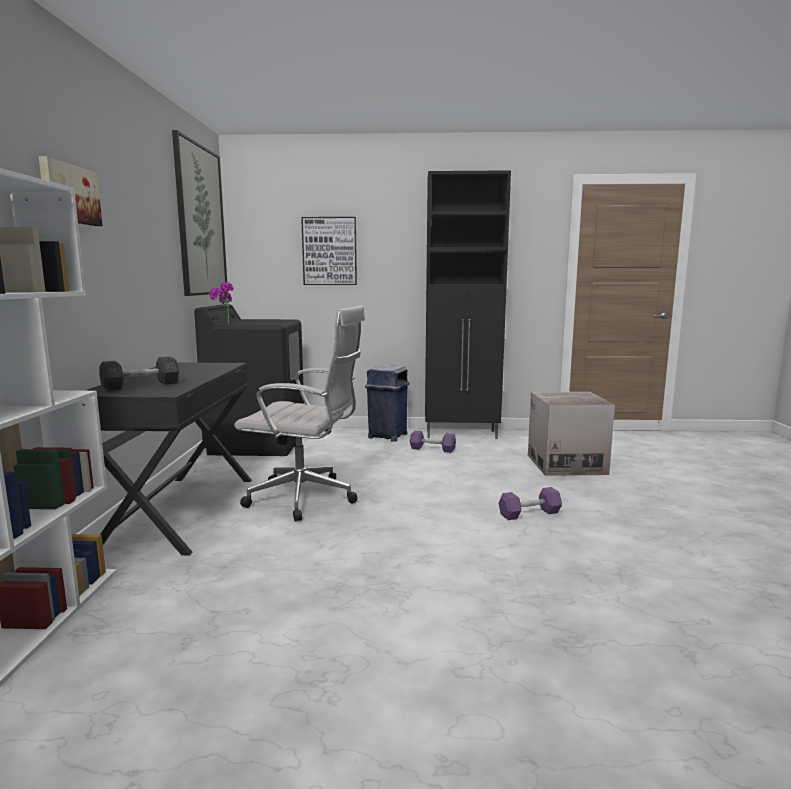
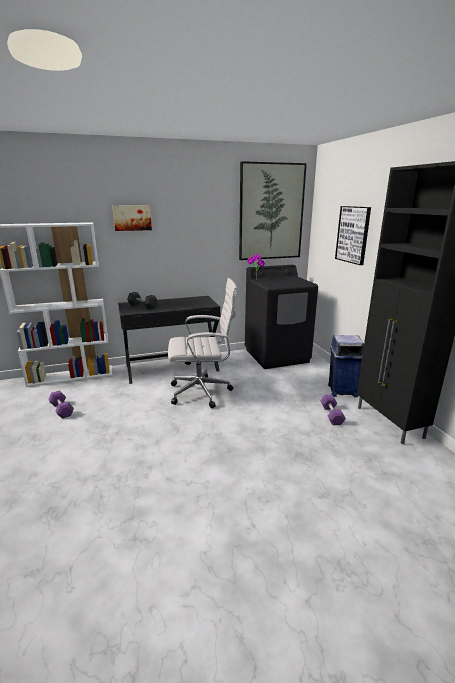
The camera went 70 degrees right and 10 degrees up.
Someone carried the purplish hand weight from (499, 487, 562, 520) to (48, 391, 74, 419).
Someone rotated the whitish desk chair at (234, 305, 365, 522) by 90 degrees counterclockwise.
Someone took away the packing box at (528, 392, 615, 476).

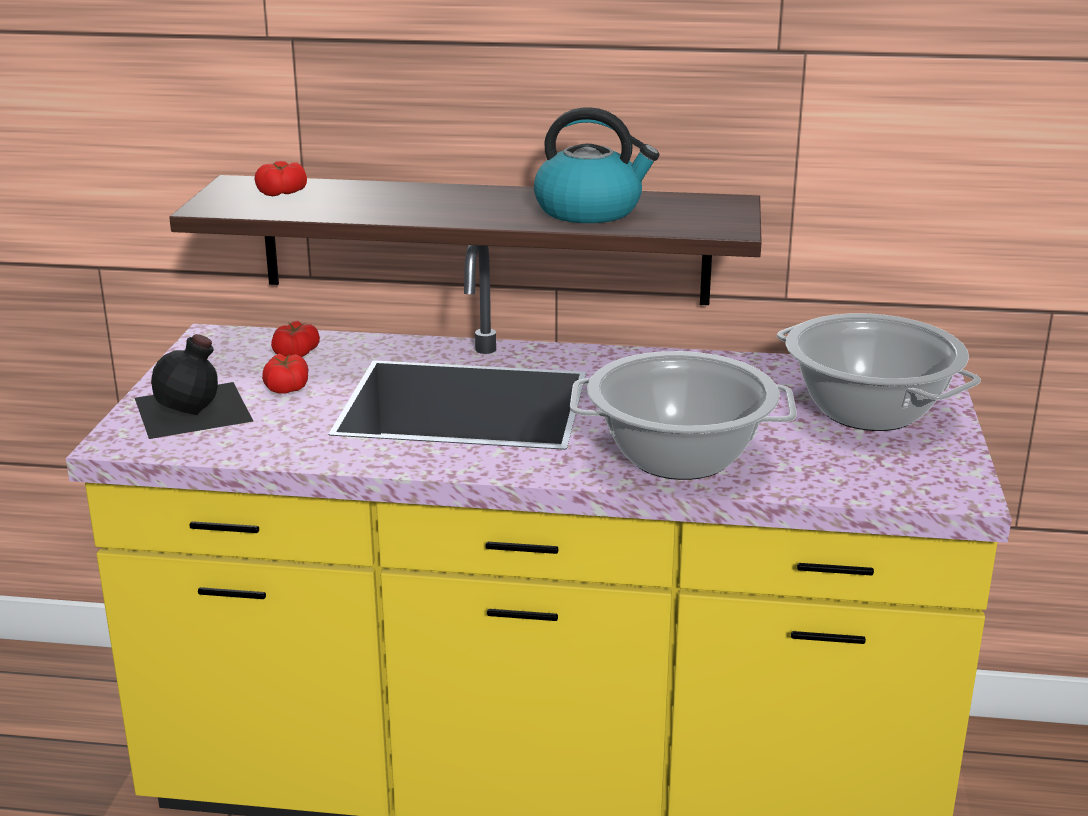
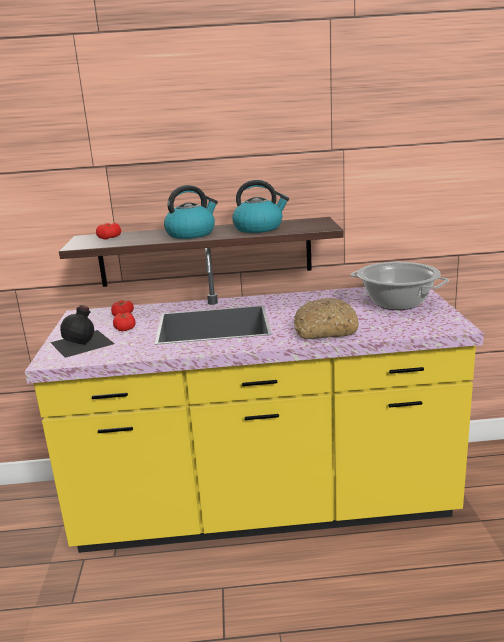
The camera went 10 degrees left and 5 degrees down.
Someone put down the kettle at (164, 185, 218, 239).
Someone swapped the saucepot at (570, 351, 797, 480) for the bread at (294, 298, 359, 339).

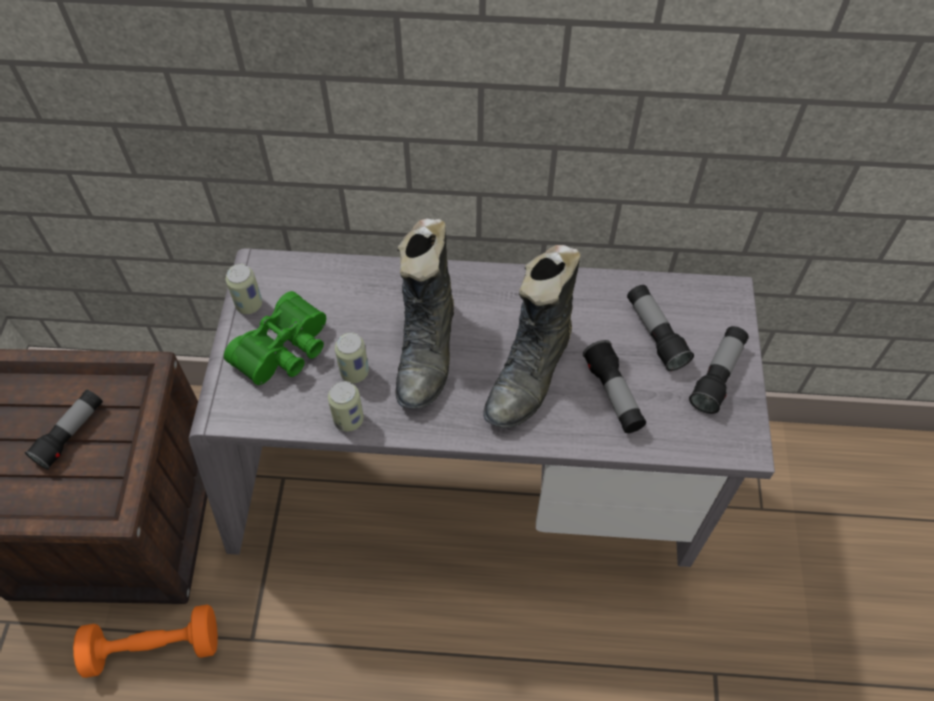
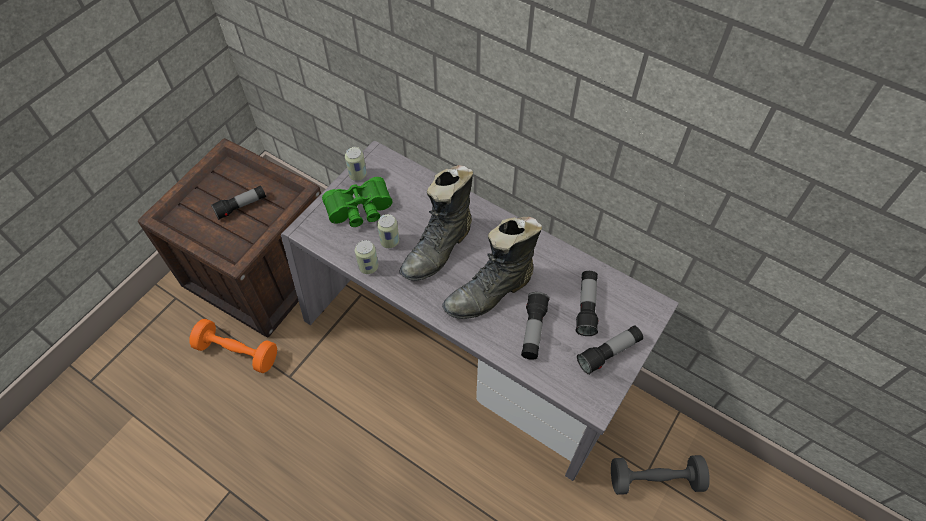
The camera went 30 degrees right and 0 degrees up.
Someone put down the greyish hand weight at (611, 455, 710, 495).

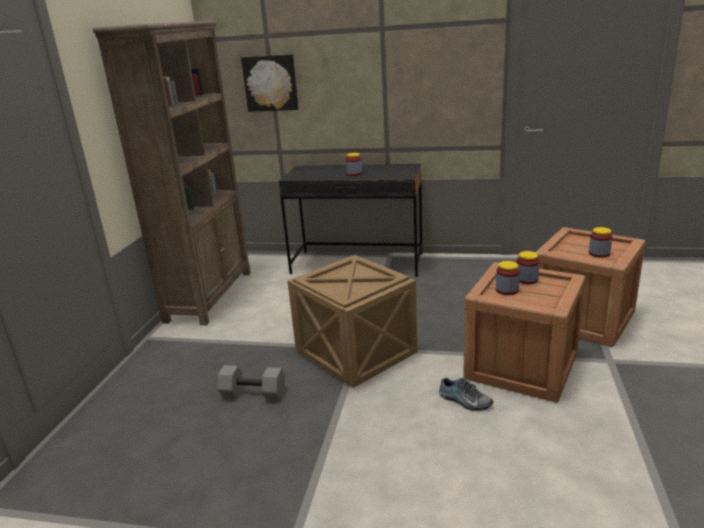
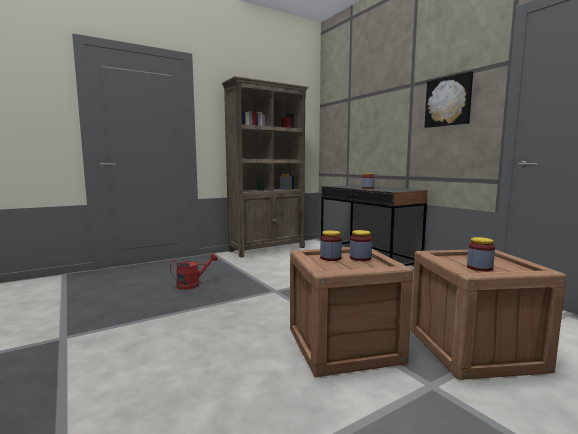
The camera went 45 degrees right and 15 degrees down.
Someone swapped the greyish hand weight at (217, 365, 285, 400) for the reddish watering pot at (170, 253, 218, 290).
Someone carried the wall art from (241, 54, 299, 112) to (425, 71, 473, 128).
Someone took away the crate at (287, 255, 417, 388).
Someone took away the low shoe at (439, 377, 493, 411).

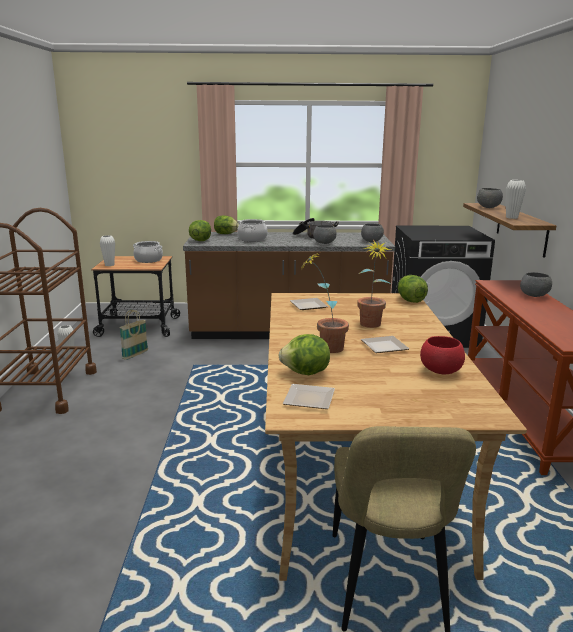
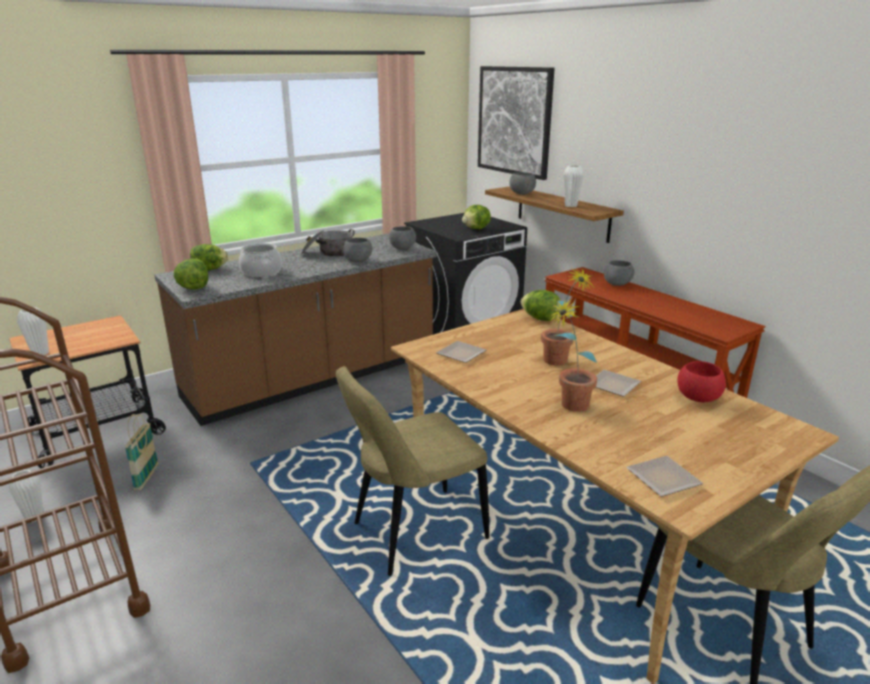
The camera went 35 degrees left and 5 degrees up.
Someone put down the beige upright chair at (336, 366, 489, 576).
Someone carried the lettuce head from (278, 334, 330, 375) to (462, 205, 491, 229).
Someone put up the wall art at (478, 66, 555, 180).
Someone took away the saucepot at (133, 241, 163, 263).

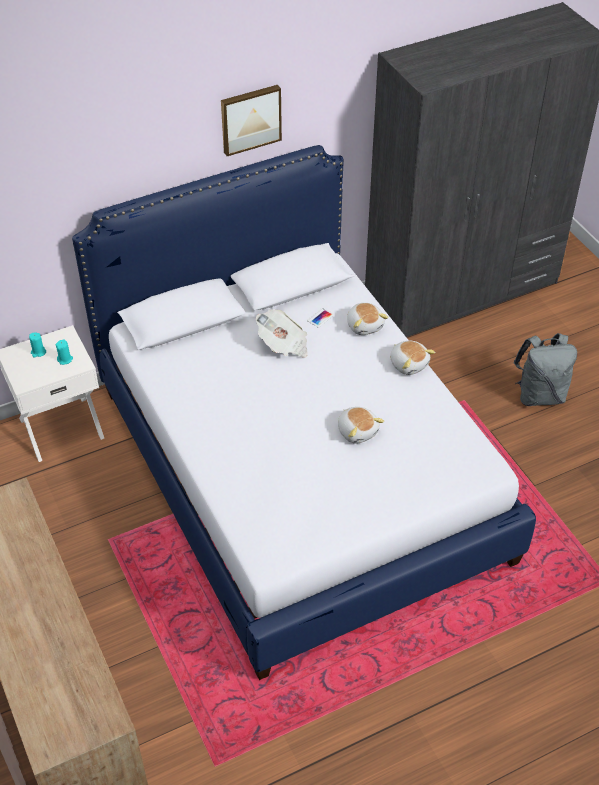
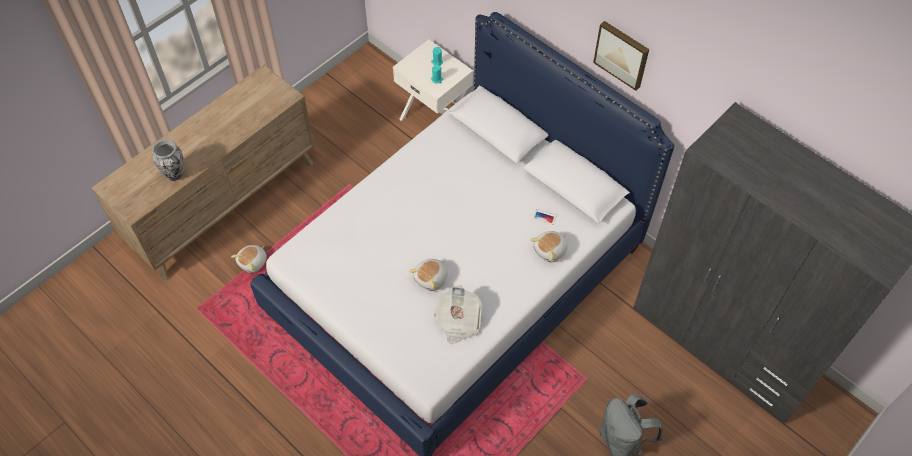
The camera went 70 degrees right and 10 degrees up.
Someone put down the vase at (152, 139, 184, 181).
Someone carried the soft toy from (390, 341, 435, 375) to (231, 245, 267, 273).
Someone carried the daily paper from (256, 309, 307, 357) to (434, 285, 482, 344).

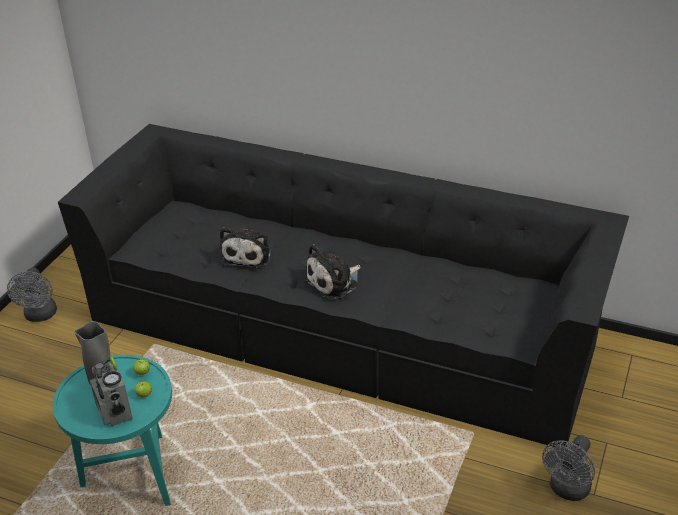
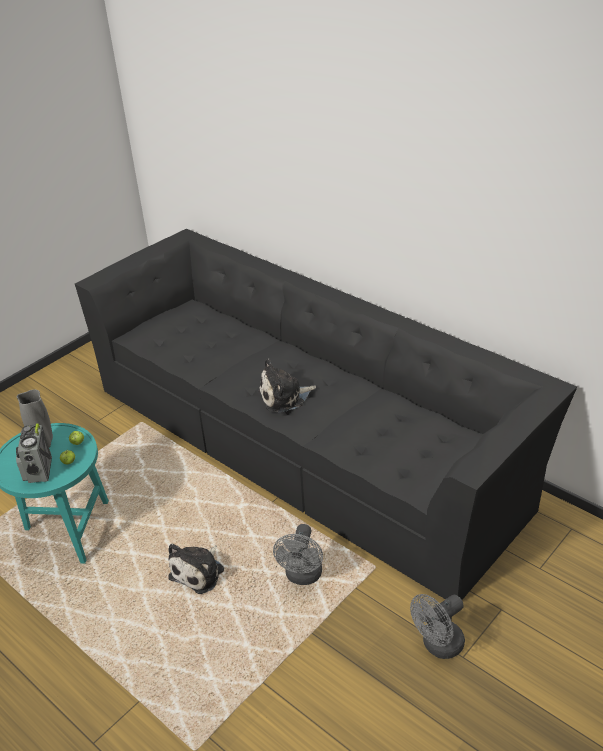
The camera went 20 degrees right and 0 degrees up.
Someone carried the soft toy from (220, 227, 271, 269) to (169, 543, 224, 594).
Someone carried the greyish fan from (7, 268, 57, 322) to (273, 524, 323, 585).

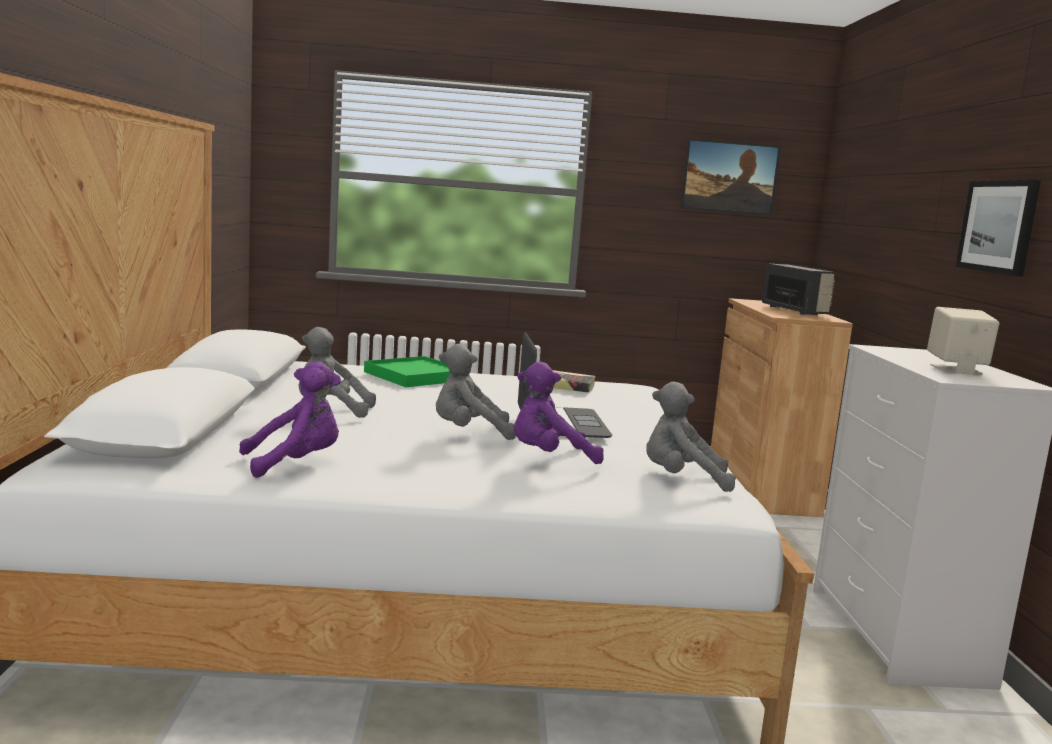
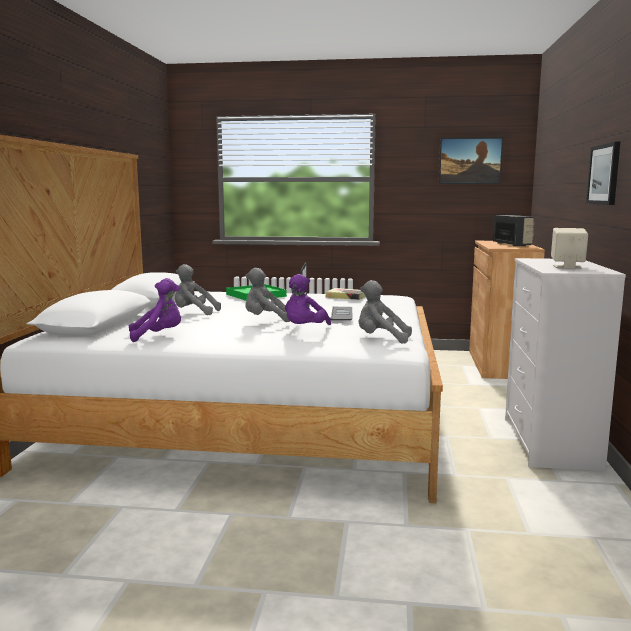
The camera went 10 degrees right and 0 degrees up.
Someone rotated the purplish soft toy at (514, 361, 604, 464) by 60 degrees counterclockwise.

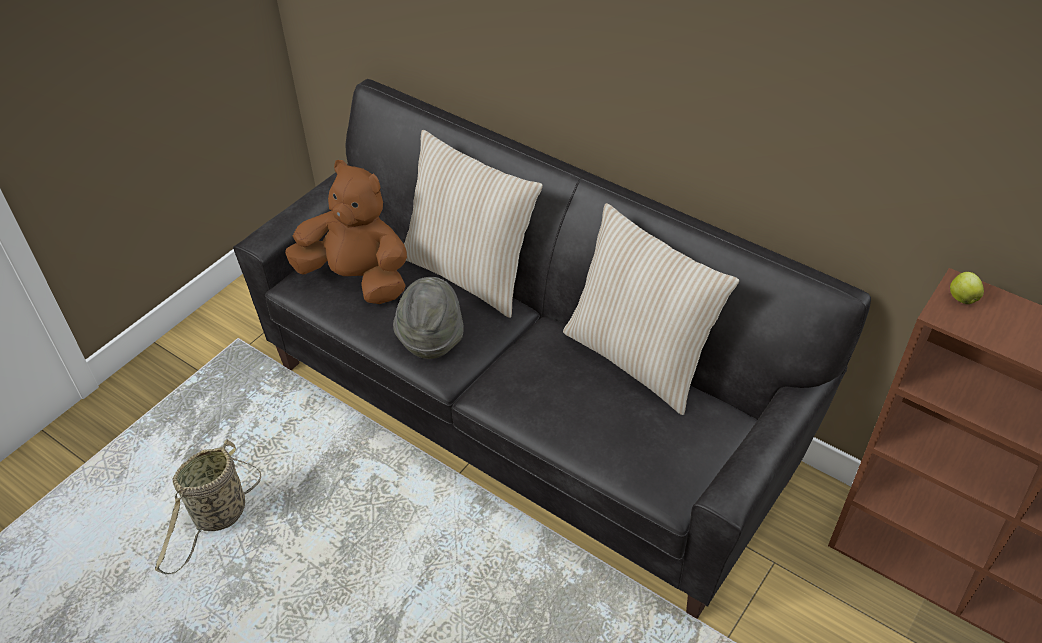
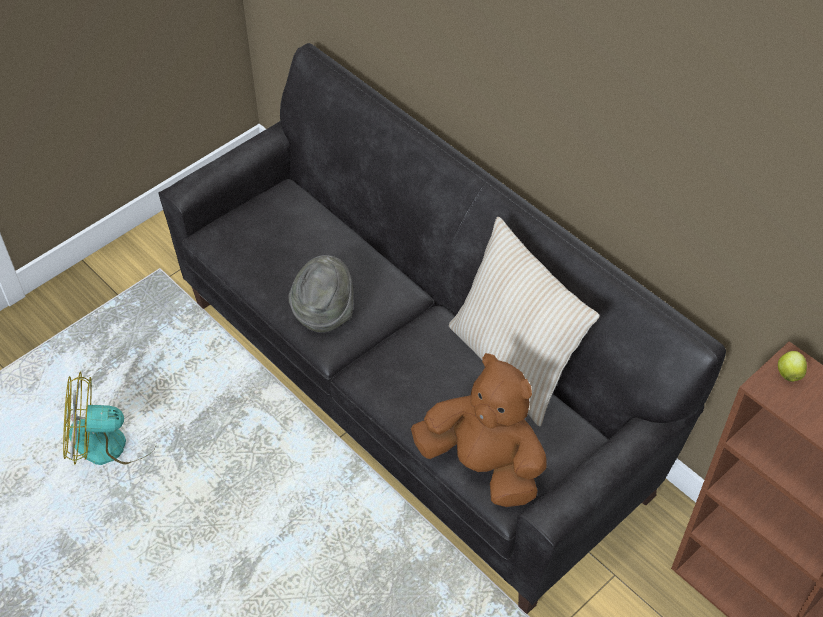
The camera went 10 degrees right and 5 degrees up.
Someone swapped the household basket at (155, 439, 261, 574) for the fan at (63, 372, 156, 465).
Someone carried the brown soft toy from (285, 160, 407, 304) to (411, 353, 546, 507).
Someone took away the beige cushion at (404, 130, 543, 318).

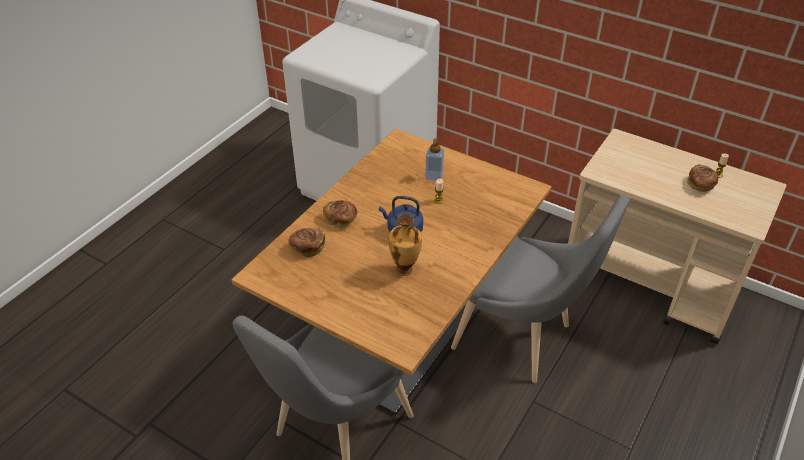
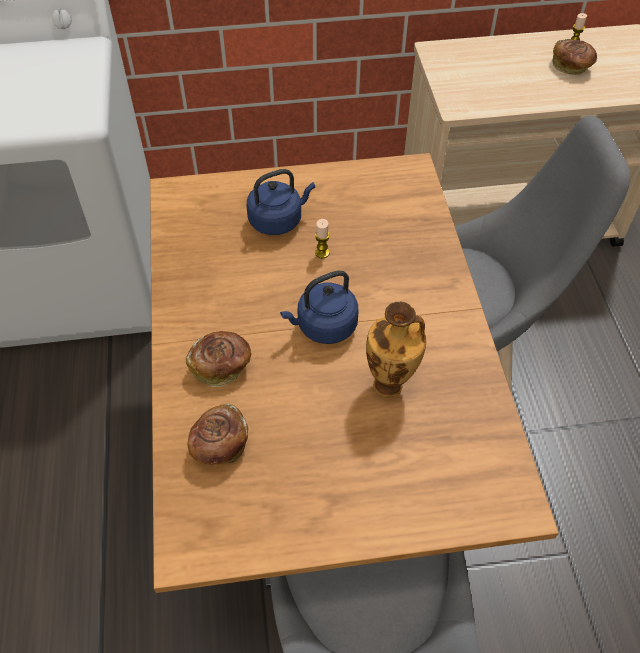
The camera went 40 degrees left and 10 degrees up.
Someone swapped the liquid soap bottle at (425, 139, 444, 181) for the bluish kettle at (247, 169, 315, 235).

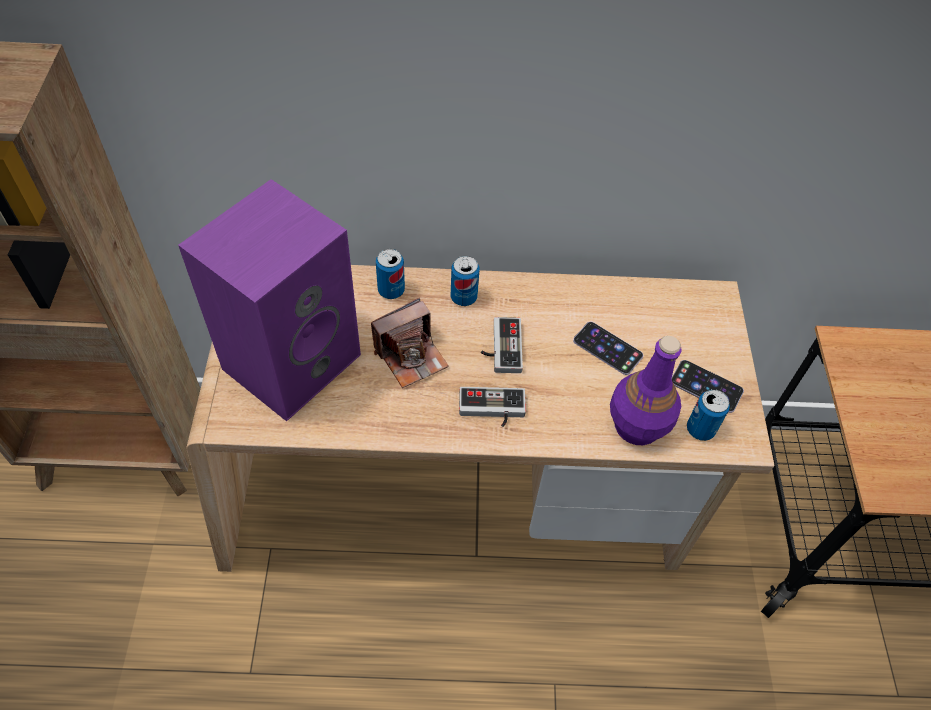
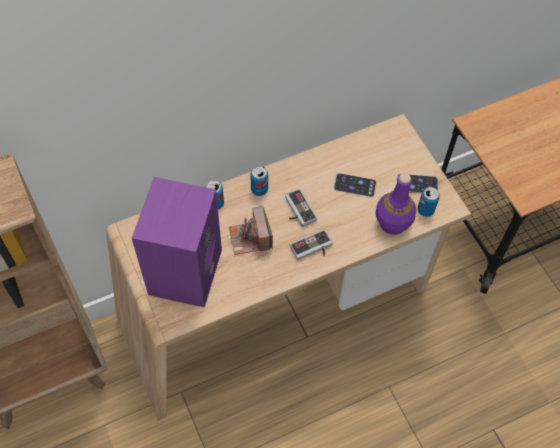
The camera went 25 degrees left and 5 degrees up.
Someone rotated the still camera at (371, 298, 449, 388) by 135 degrees clockwise.

